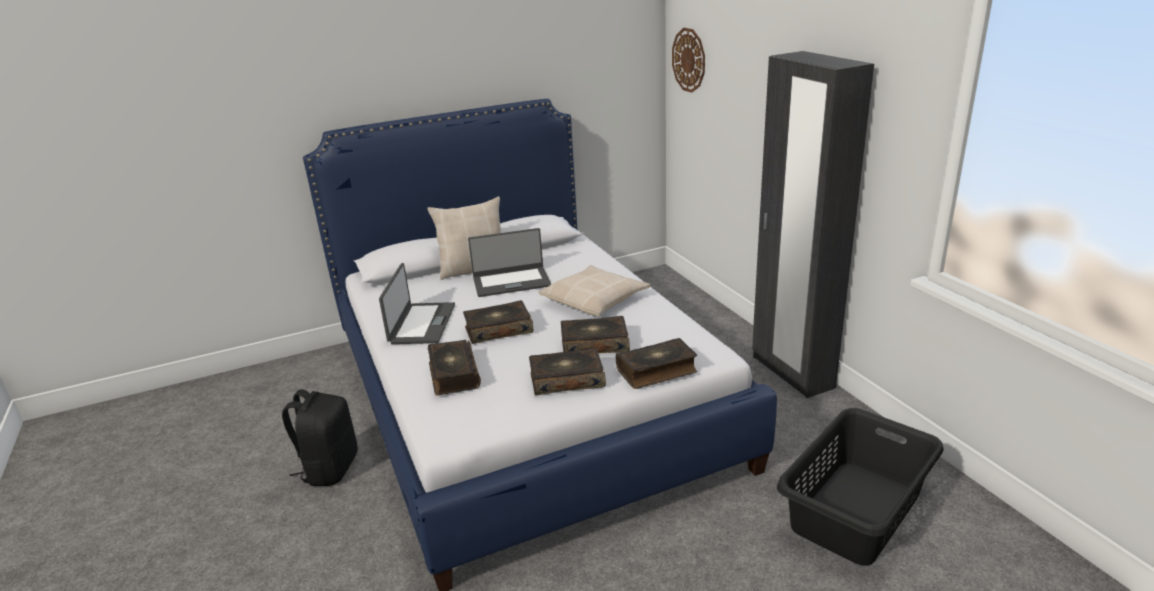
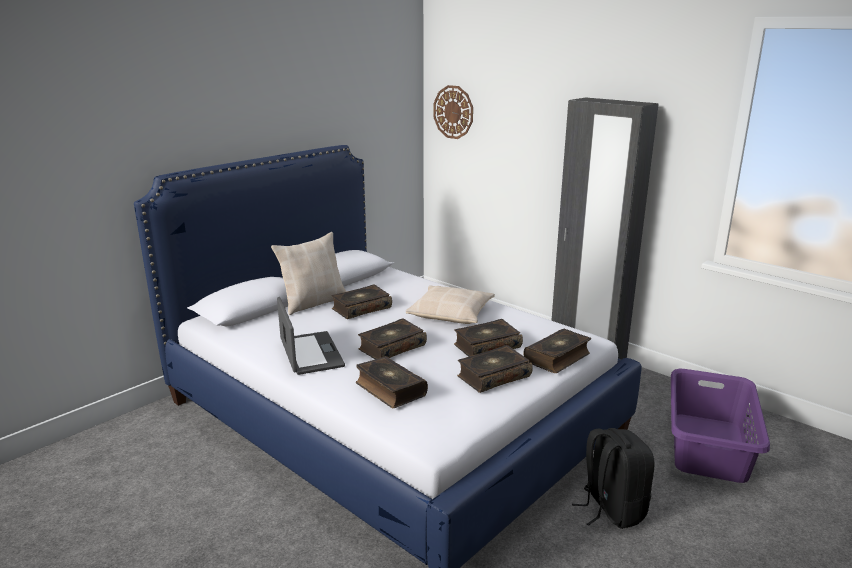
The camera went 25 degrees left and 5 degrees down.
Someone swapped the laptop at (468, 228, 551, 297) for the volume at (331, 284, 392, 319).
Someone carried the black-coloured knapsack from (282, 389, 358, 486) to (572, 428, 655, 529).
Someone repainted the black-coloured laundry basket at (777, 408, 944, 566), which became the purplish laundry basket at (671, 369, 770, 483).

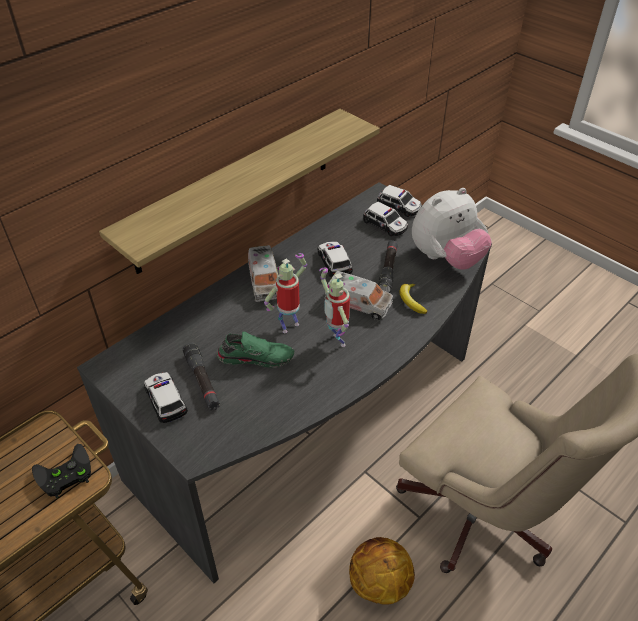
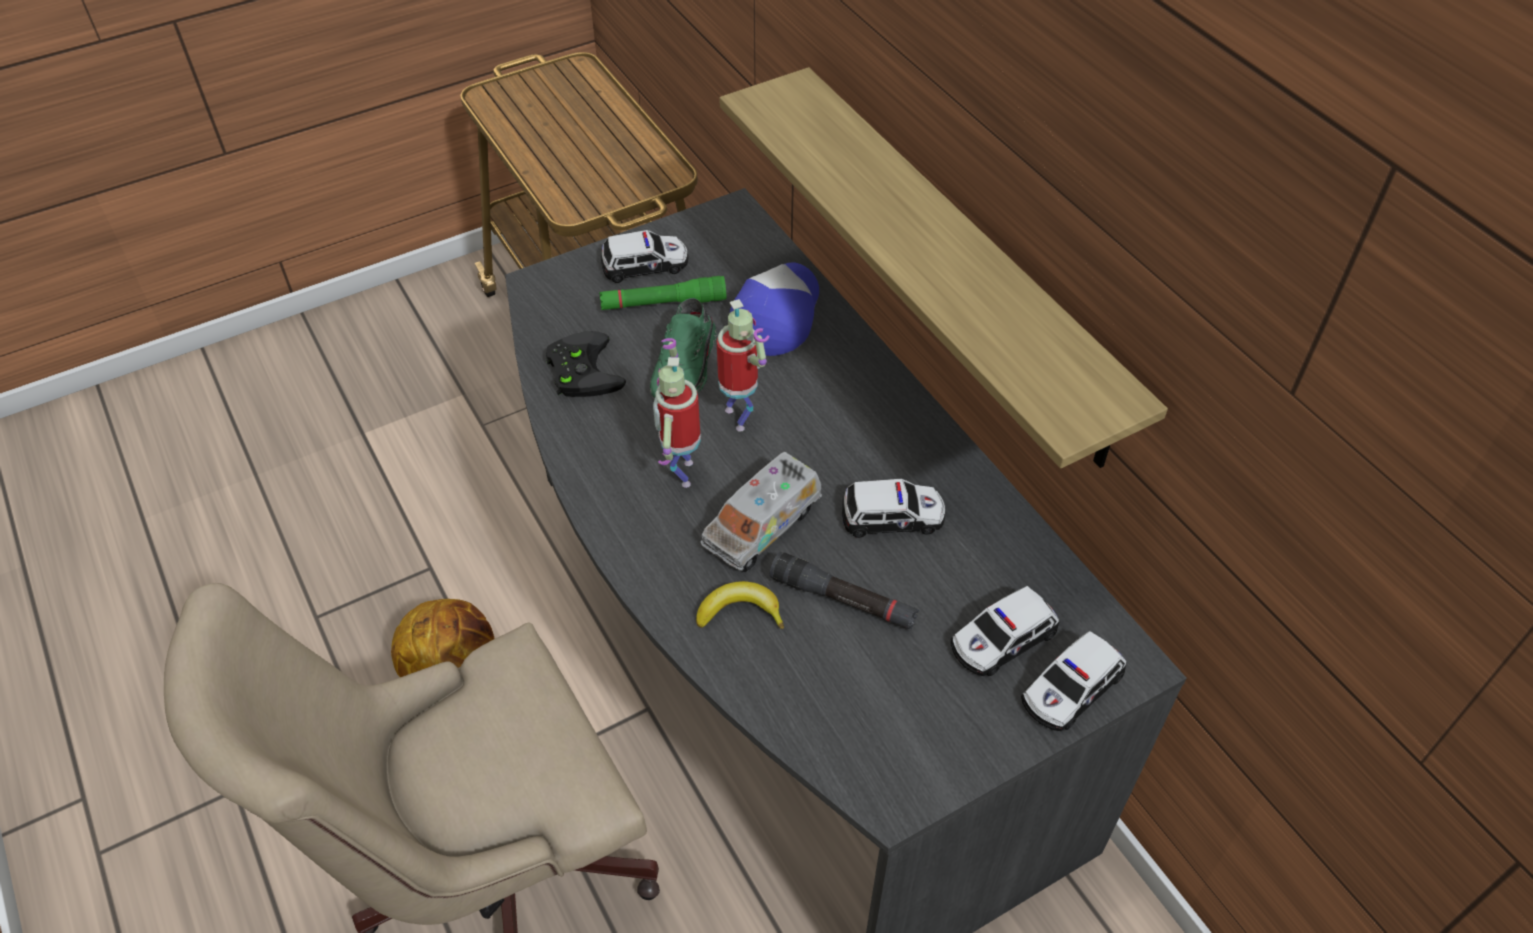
The camera went 105 degrees right and 5 degrees up.
Someone carried the black-coloured joypad from (32, 444, 91, 499) to (546, 331, 626, 397).
Someone repainted the black-coloured hand torch at (183, 343, 220, 410), which became the green-coloured hand torch at (599, 276, 726, 310).
Someone rotated the robot figure at (319, 267, 350, 347) by 75 degrees counterclockwise.
Someone put down the baseball cap at (730, 263, 819, 356).
Someone took away the model truck at (248, 245, 278, 302).
Someone took away the soft toy at (412, 188, 492, 270).

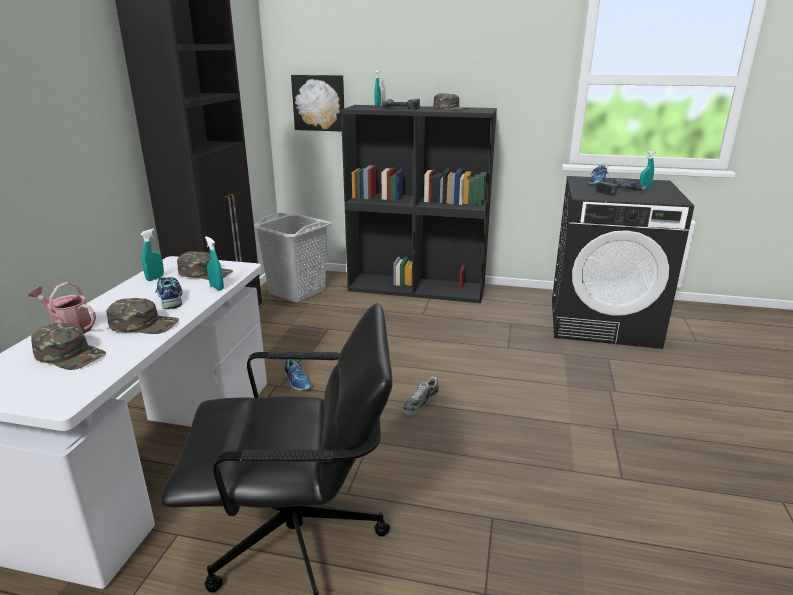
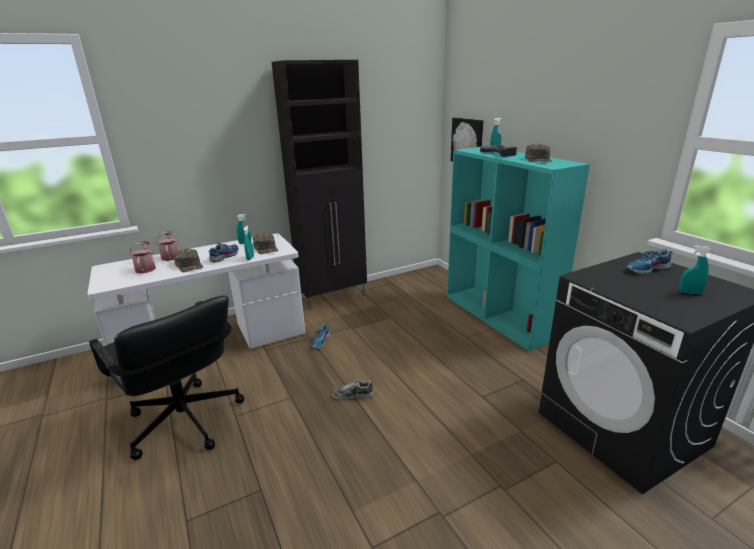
The camera went 50 degrees right and 0 degrees up.
Someone swapped the green-coloured baseball cap at (31, 323, 106, 370) for the watering pot at (129, 241, 156, 273).
Someone repainted the black-coloured bookcase at (341, 105, 497, 303), which became the turquoise bookcase at (447, 146, 590, 351).
Someone took away the greyish laundry basket at (254, 212, 332, 303).
Someone took away the electric drill at (596, 179, 647, 195).

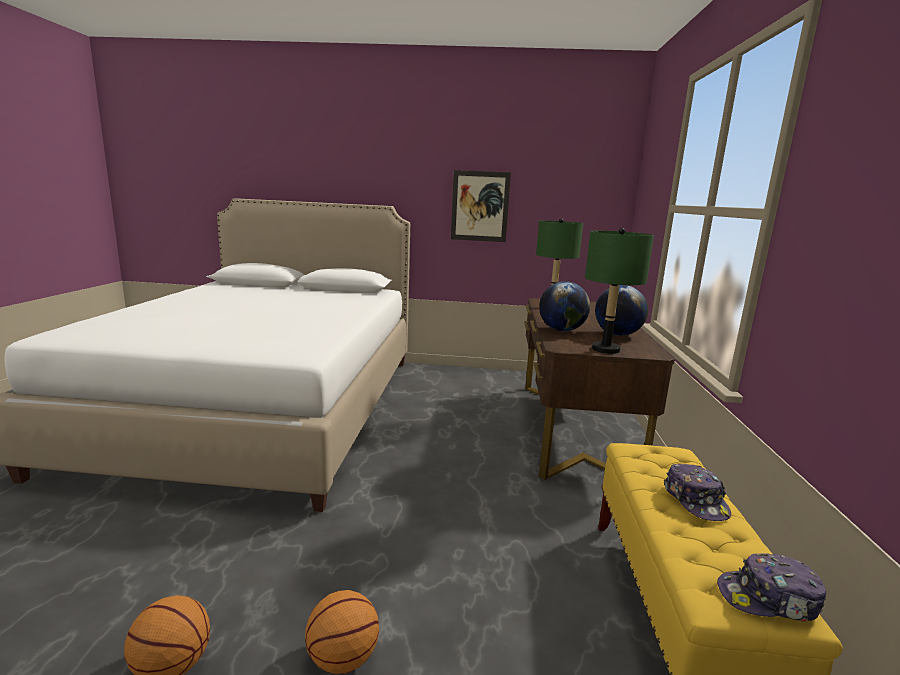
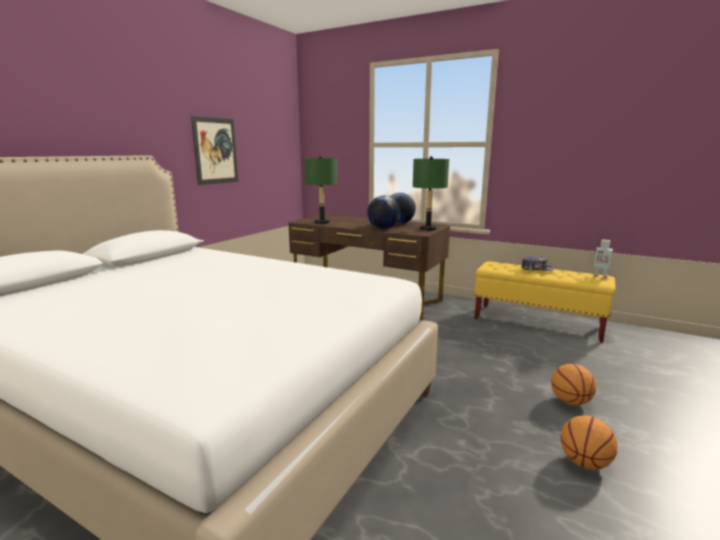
The camera went 65 degrees left and 0 degrees up.
Someone swapped the baseball cap at (717, 553, 826, 621) for the robot figure at (590, 239, 616, 279).

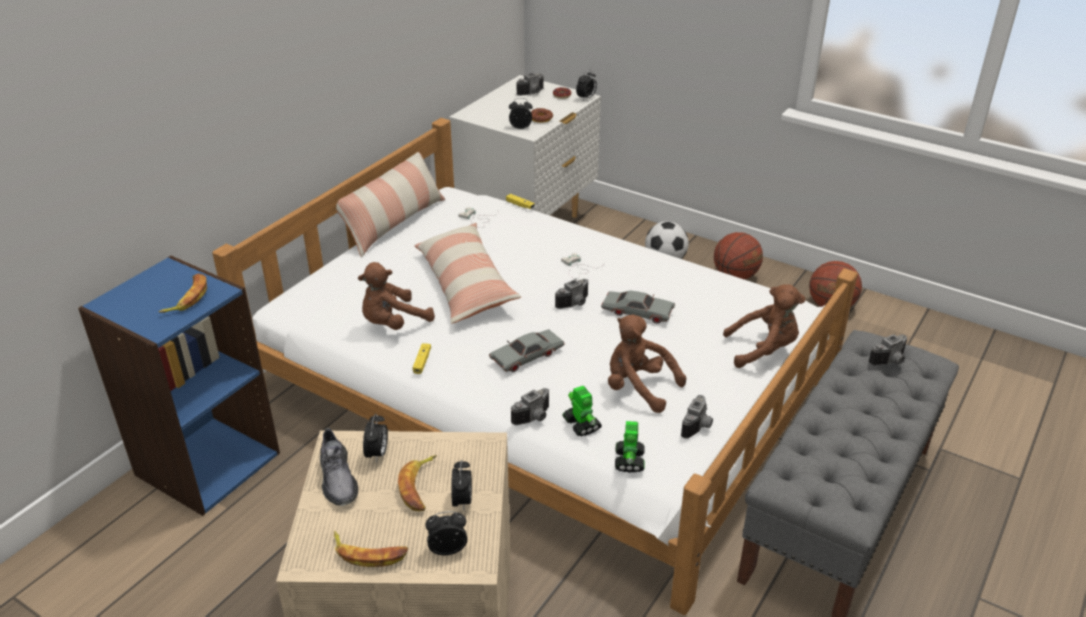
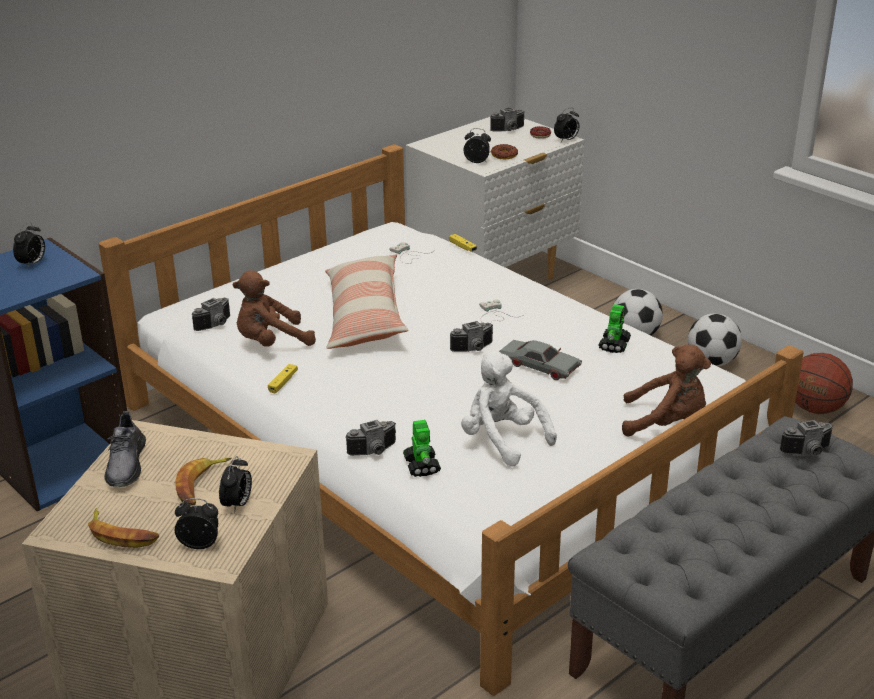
The camera went 15 degrees right and 5 degrees down.
Someone carried the table clock from (363, 414, 388, 463) to (13, 222, 45, 269).
Someone carried the still camera from (681, 395, 713, 439) to (192, 298, 230, 331).
Someone repainted the brown soft toy at (608, 314, 686, 413), which became the whitish soft toy at (461, 351, 557, 467).
Someone carried the robot figure from (615, 421, 644, 473) to (599, 304, 631, 353).
Someone swapped the basketball ball at (714, 232, 763, 280) for the ball for football at (688, 314, 742, 366).
Someone took away the banana fruit at (159, 274, 207, 313).
Someone took away the cushion at (336, 152, 445, 257).
Someone took away the greyish miniature car at (489, 329, 564, 372).

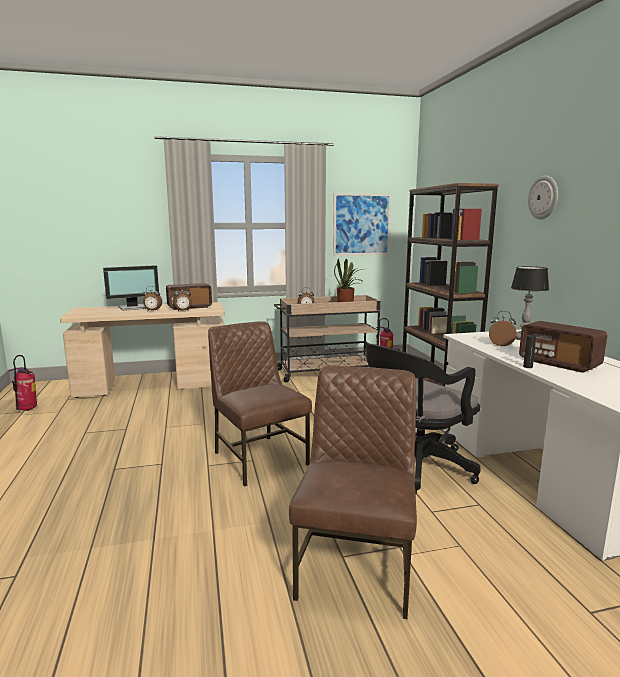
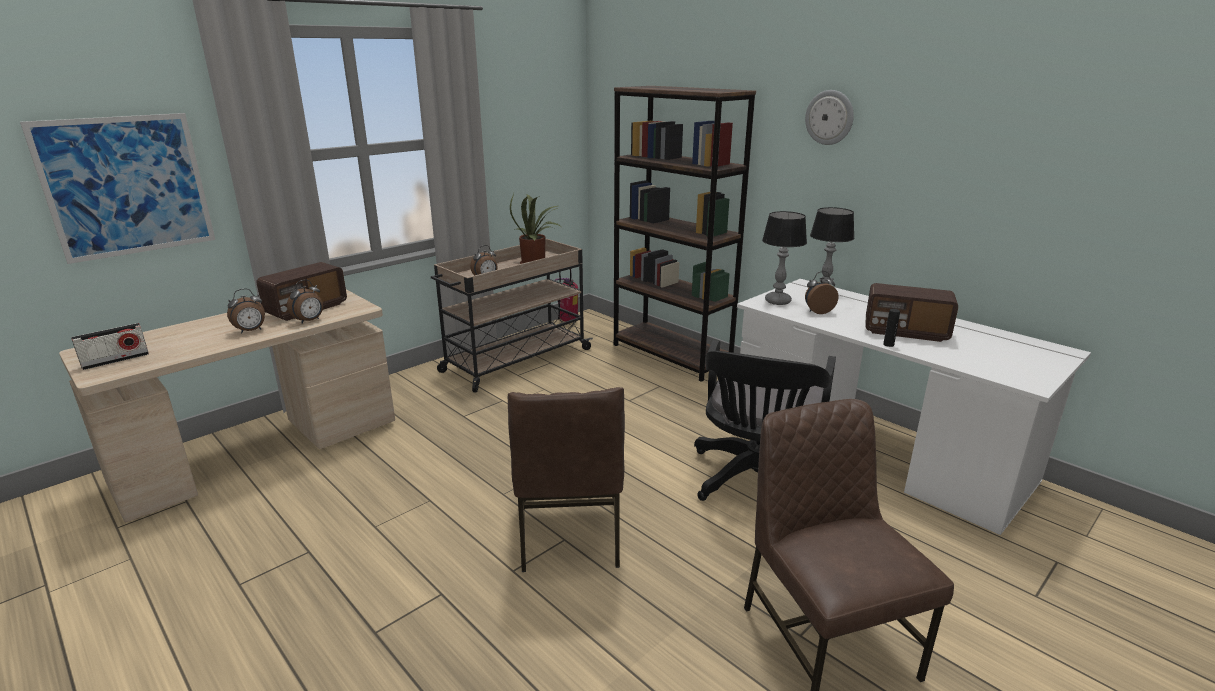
The camera went 30 degrees left and 10 degrees up.
Someone carried the wall art from (333, 193, 392, 256) to (20, 113, 215, 264).
Someone put down the radio set at (71, 323, 149, 370).
Someone rotated the brown upright chair at (208, 321, 312, 486) by 120 degrees counterclockwise.
Someone put down the lamp for a table at (762, 211, 807, 305).
Someone took away the fire-fighting cylinder at (8, 355, 37, 411).
Someone took away the computer display at (103, 265, 159, 311).

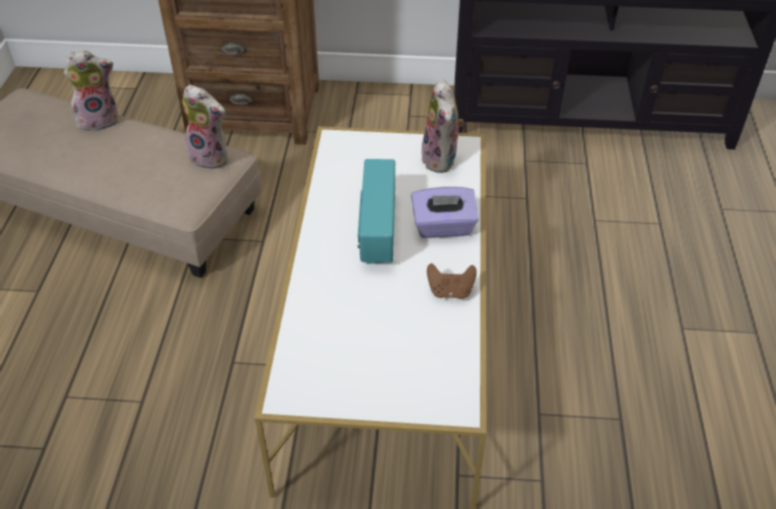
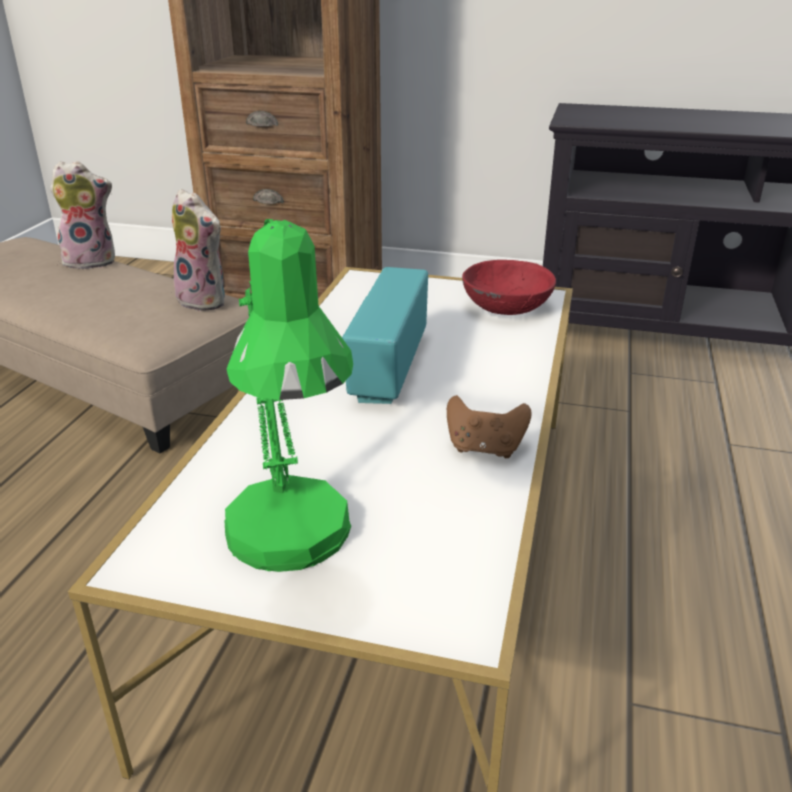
The camera went 10 degrees right and 15 degrees down.
Someone put down the green-coloured lamp for a table at (224, 219, 353, 572).
Someone swapped the soft toy at (422, 79, 464, 173) for the reddish deep dish at (462, 260, 556, 315).
Someone took away the purplish tissue holder at (411, 187, 478, 238).

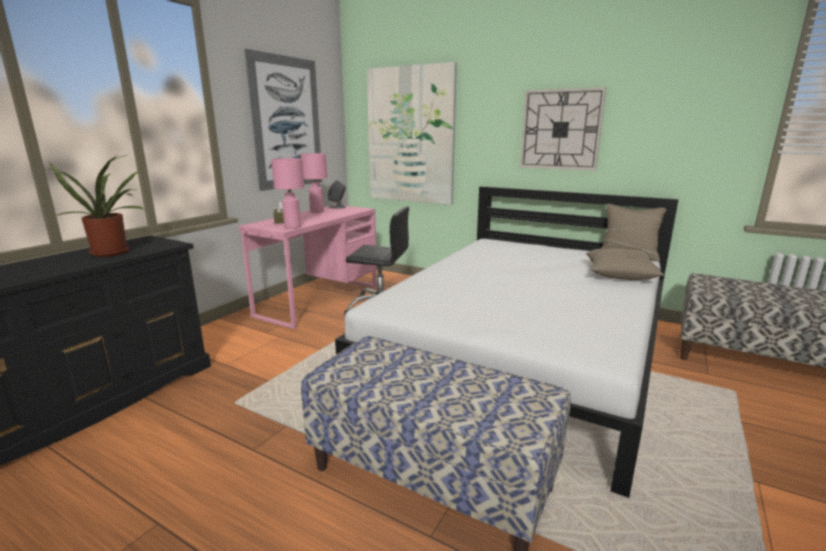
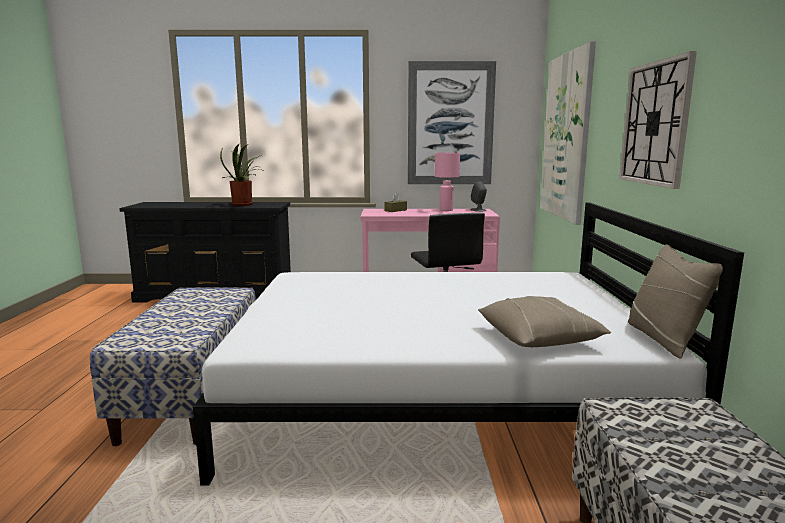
The camera went 60 degrees right and 5 degrees down.
Someone took away the pink lamp for a table at (271, 158, 304, 229).

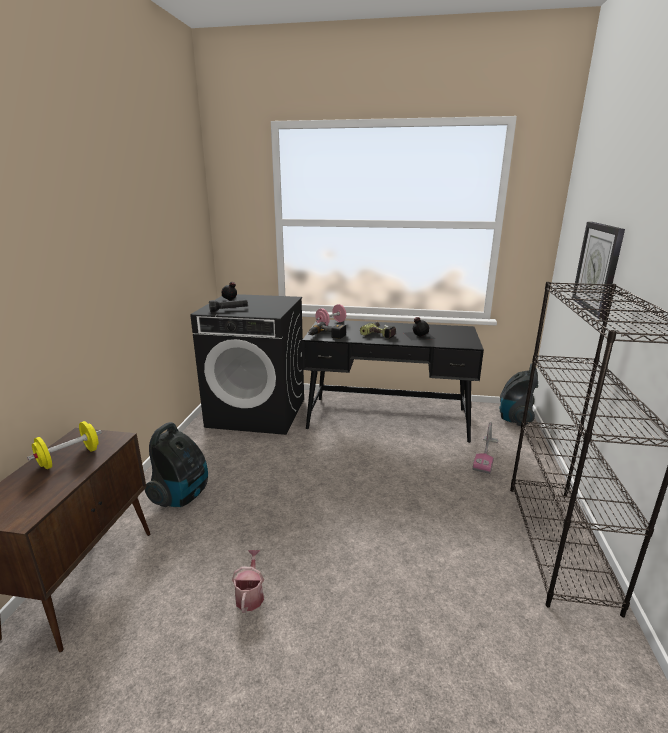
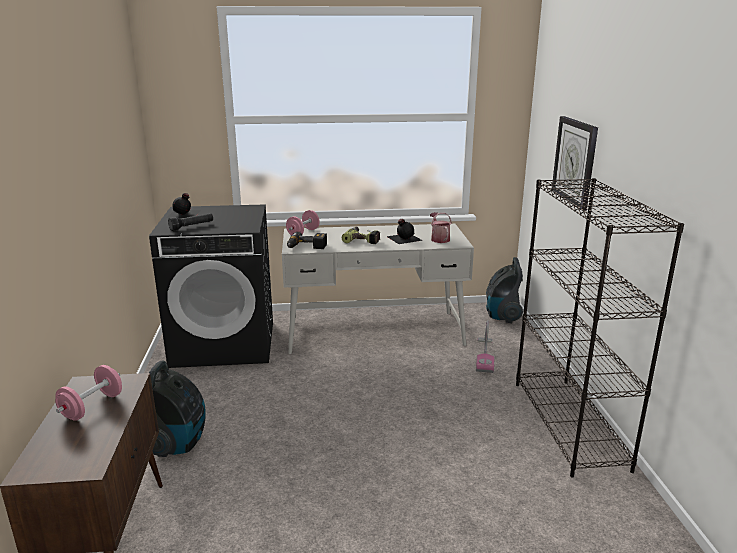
The camera went 15 degrees left and 0 degrees up.
Someone repainted the yellowish hand weight at (27, 421, 102, 469), which became the pink hand weight at (55, 365, 122, 421).
Someone repainted the black-coloured desk unit at (302, 320, 484, 443), which became the whitish desk unit at (282, 224, 474, 354).
Someone carried the watering pot from (232, 550, 264, 613) to (430, 212, 452, 243).

